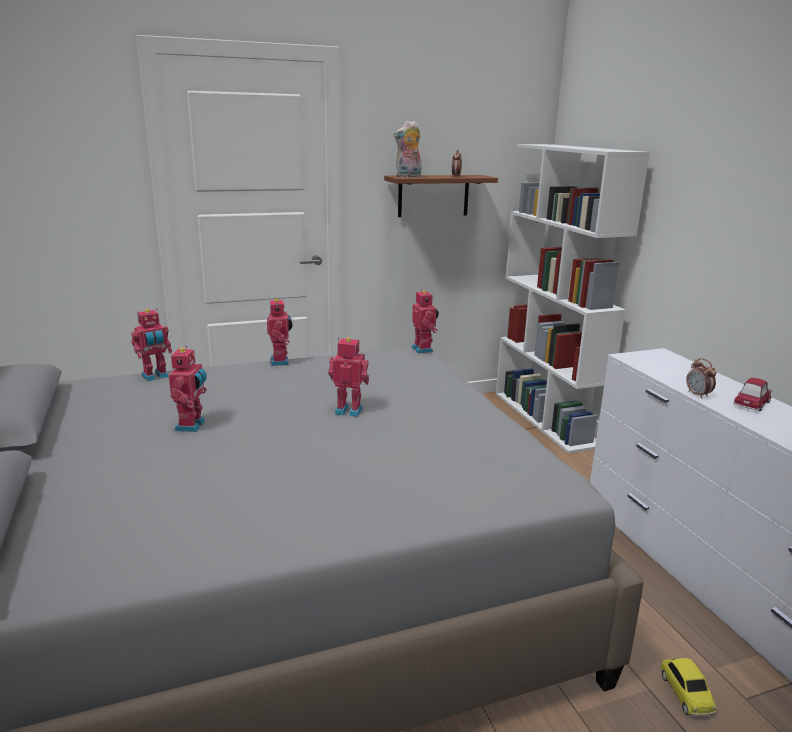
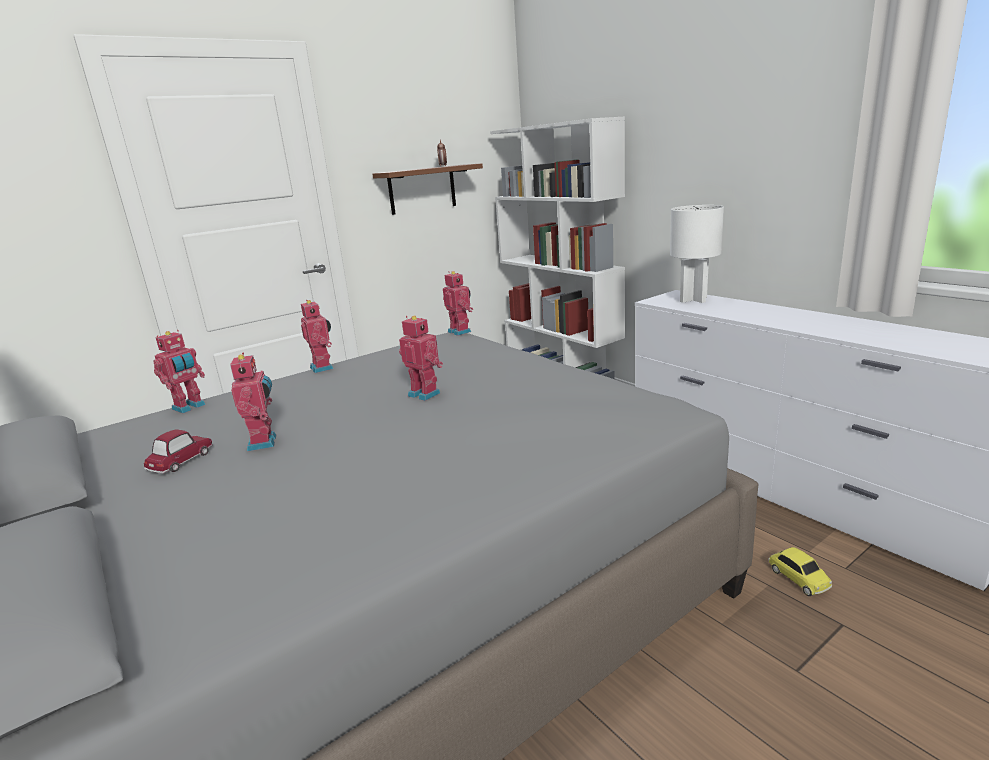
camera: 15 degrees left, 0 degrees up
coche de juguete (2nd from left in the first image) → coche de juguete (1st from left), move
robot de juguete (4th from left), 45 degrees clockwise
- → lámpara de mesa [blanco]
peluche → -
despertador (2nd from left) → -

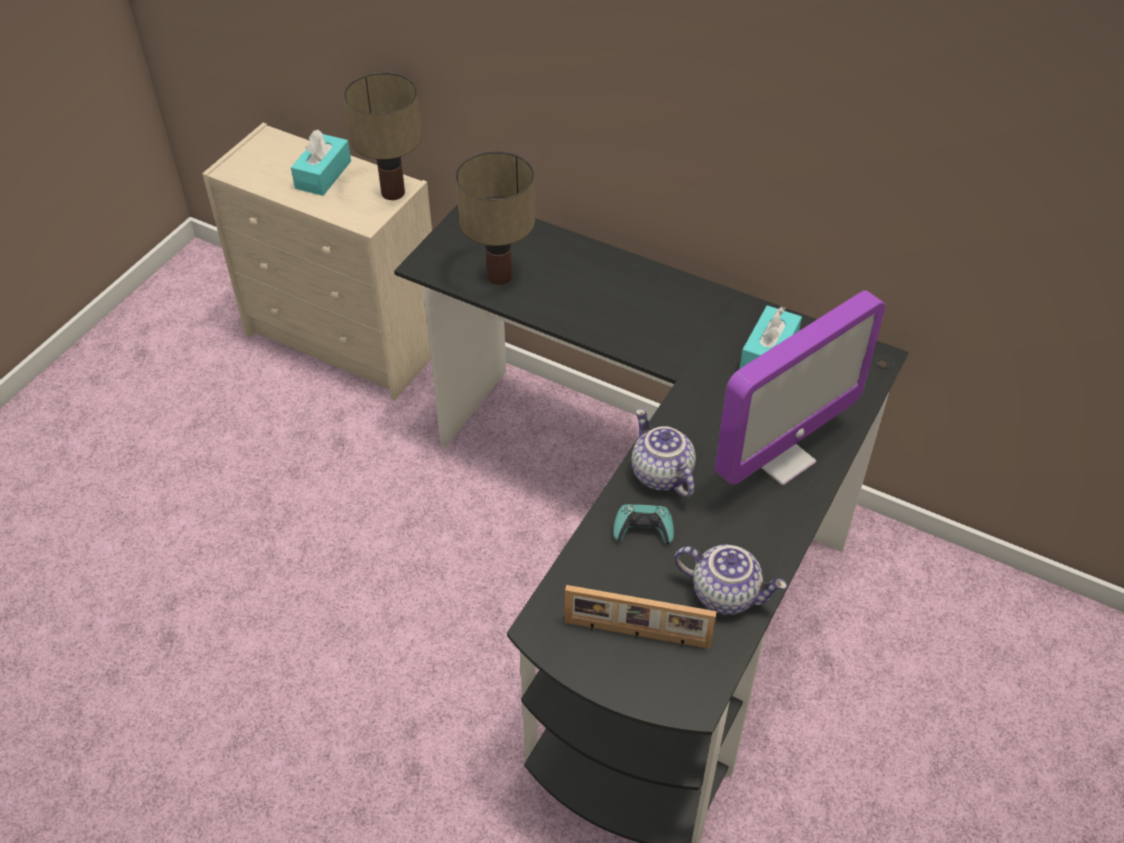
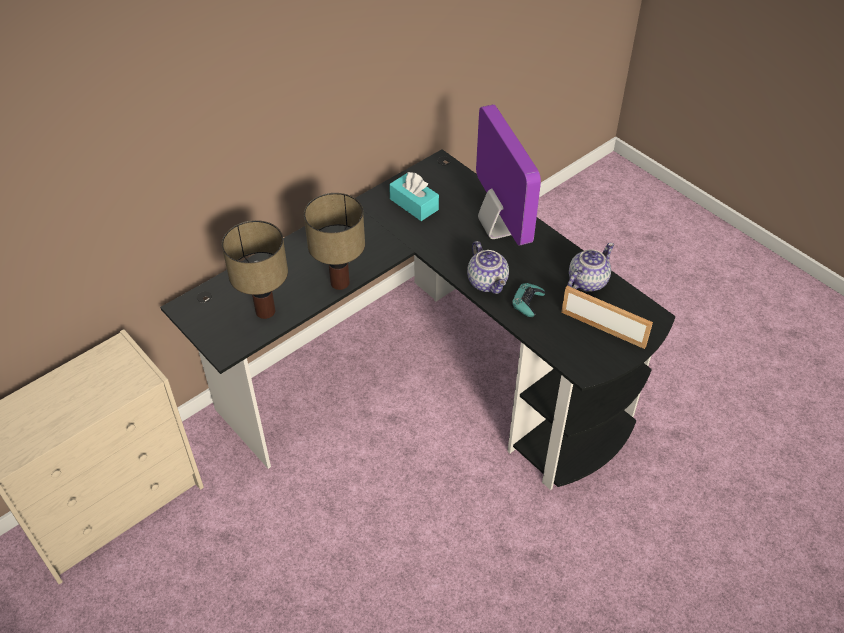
camera: 70 degrees left, 0 degrees up
lámpara de mesa (1st from left in the first image) → lámpara de mesa (2nd from left), move
tetera (1st from left), 105 degrees counterclockwise
portarretratos, 90 degrees counterclockwise
caja de pañuelos [turquesa] (1st from left) → -

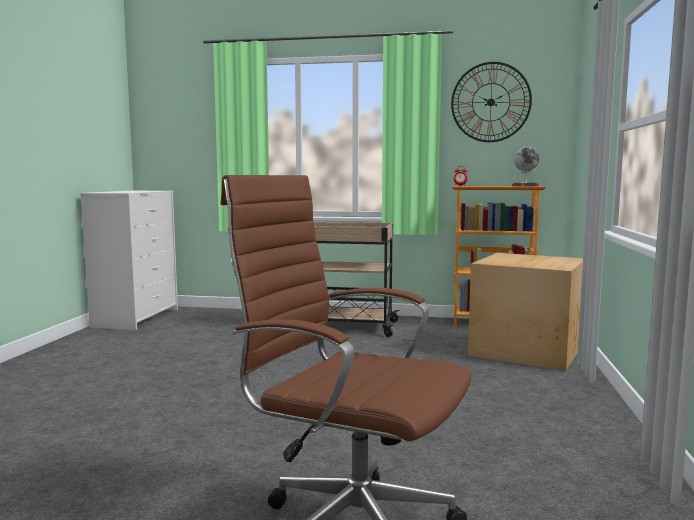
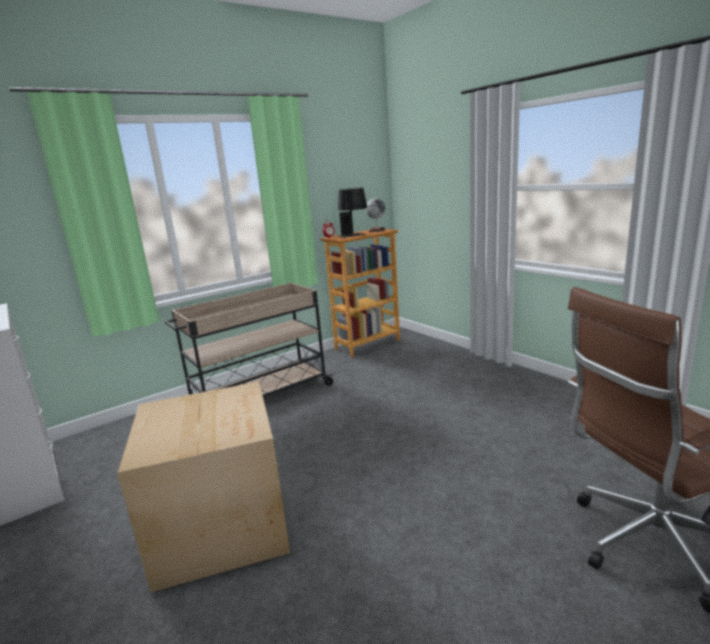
camera: 45 degrees left, 10 degrees up
caja de cartón, move
- → lámpara de mesa [negro]
reloj de pared → -

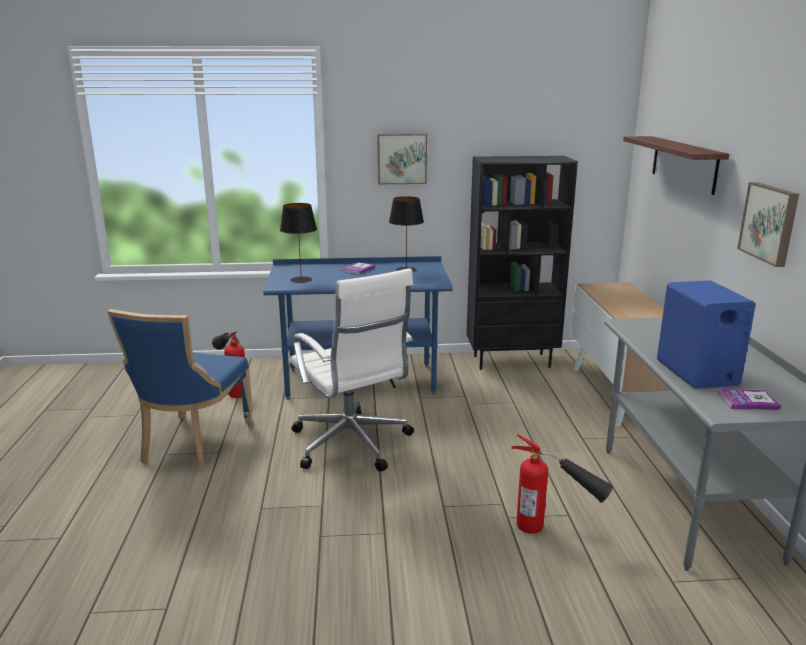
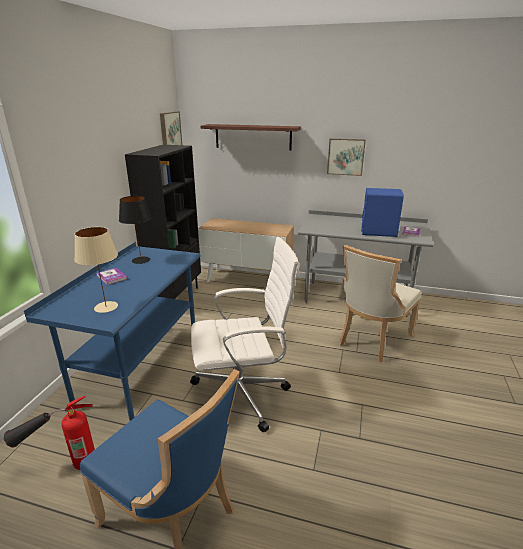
camera: 70 degrees left, 5 degrees up
lámpara de mesa [negro] (1st from left) → lámpara de mesa [beis]
cuadro (1st from left), move
extintor (2nd from left) → silla [beis]

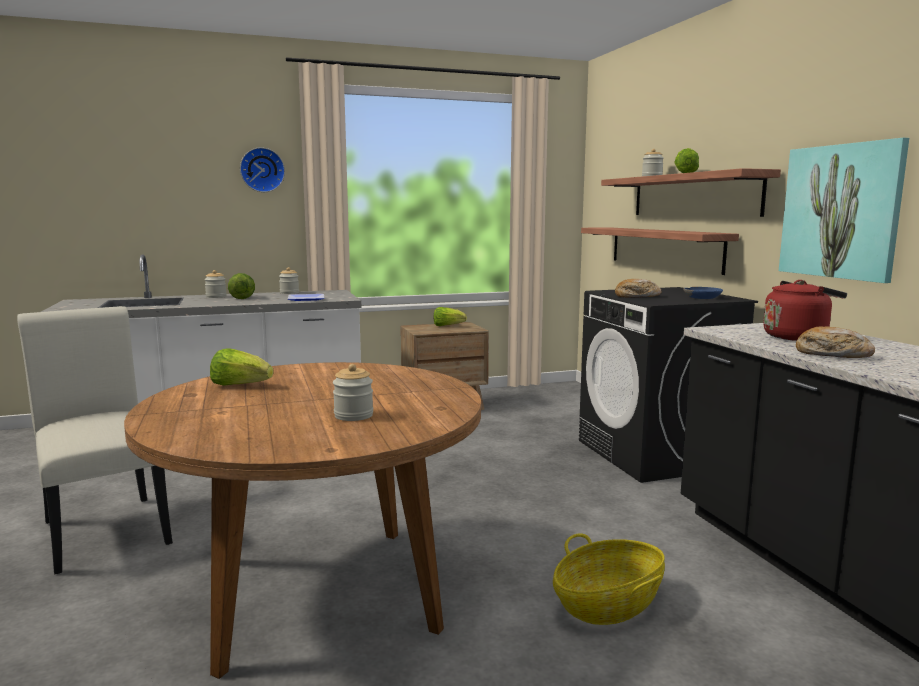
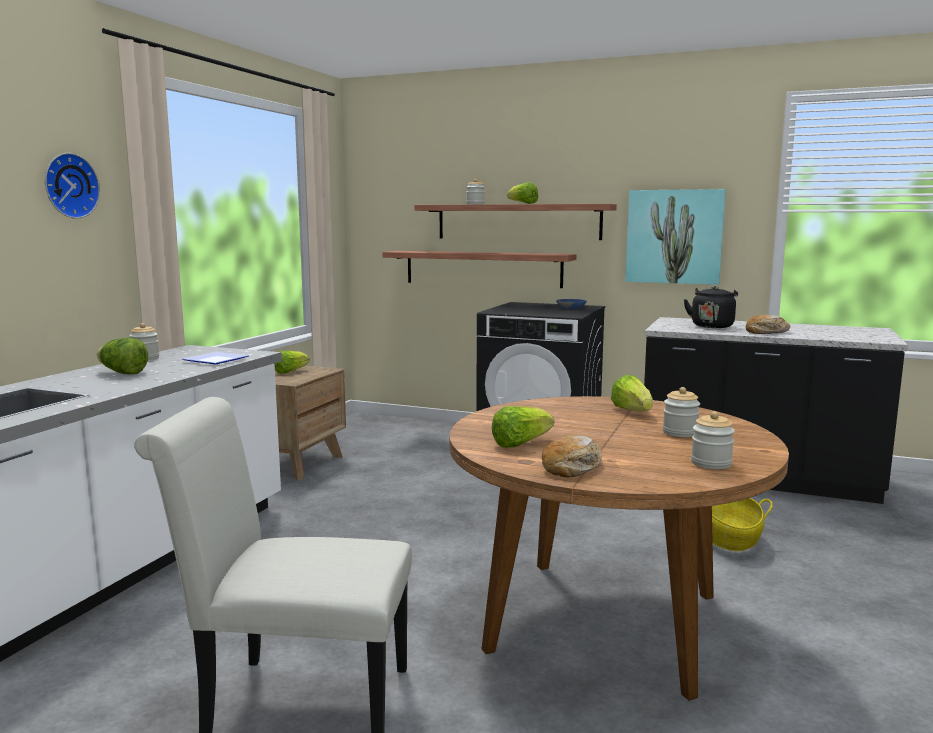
camera: 50 degrees left, 0 degrees up
pan (1st from left), move
- → lechuga (5th from left)
hervidor [rojo] → hervidor [negro]
tarro (1st from left in the first image) → tarro (4th from left), move

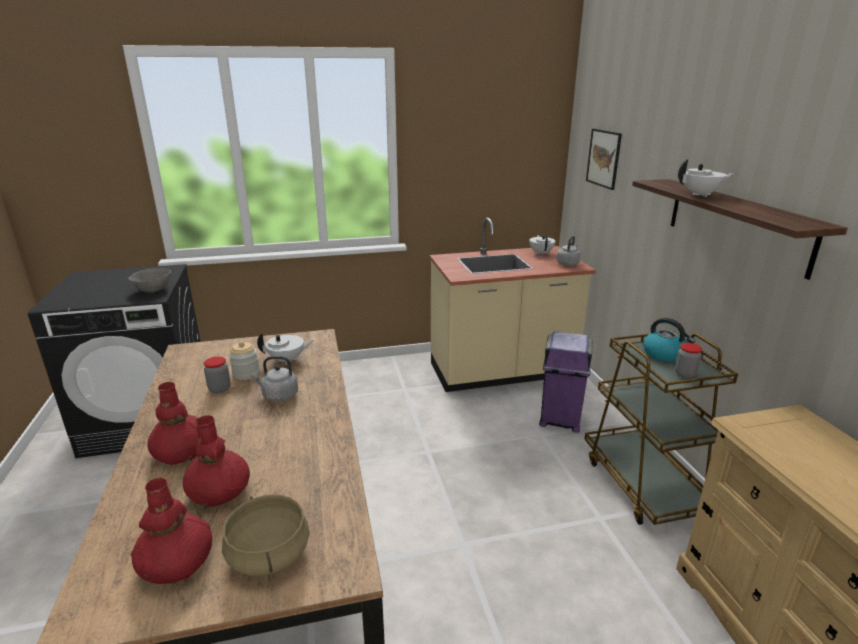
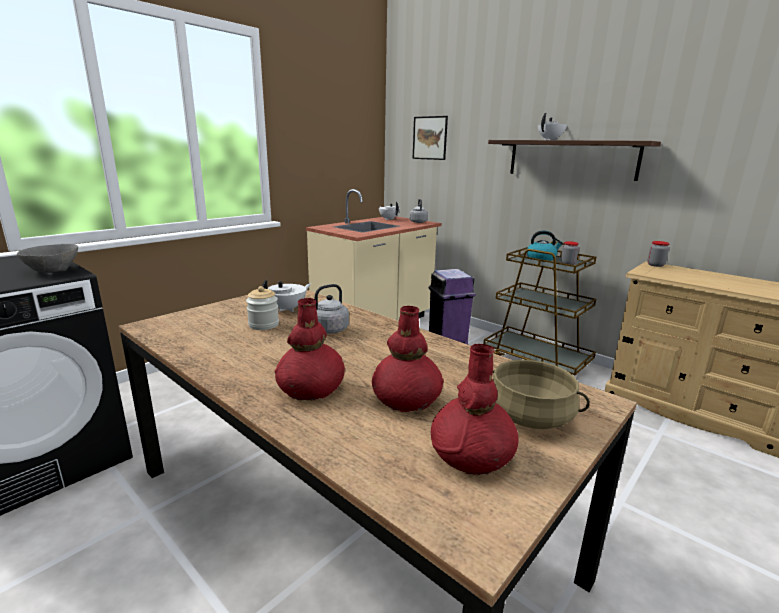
camera: 35 degrees left, 5 degrees down
tarro (1st from left in the first image) → tarro (3rd from left), move

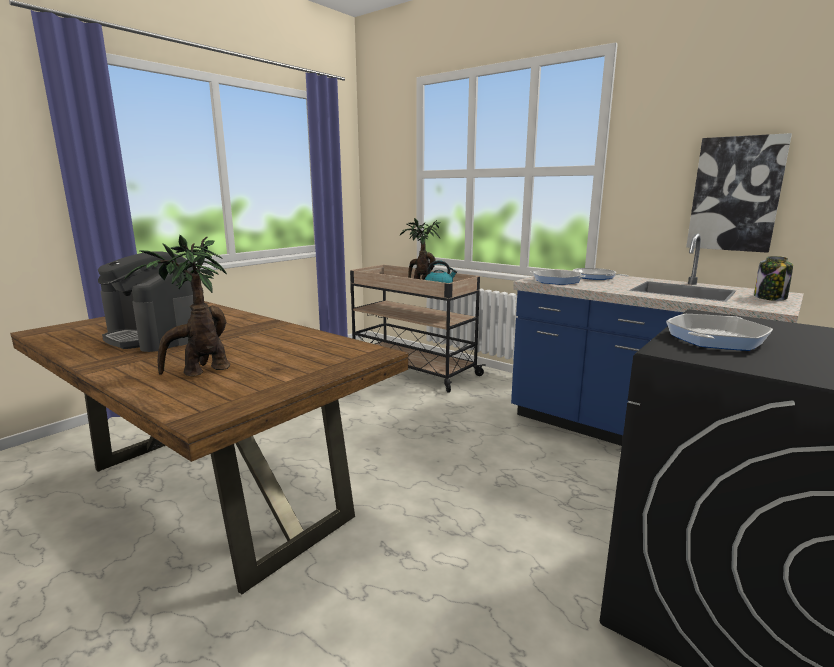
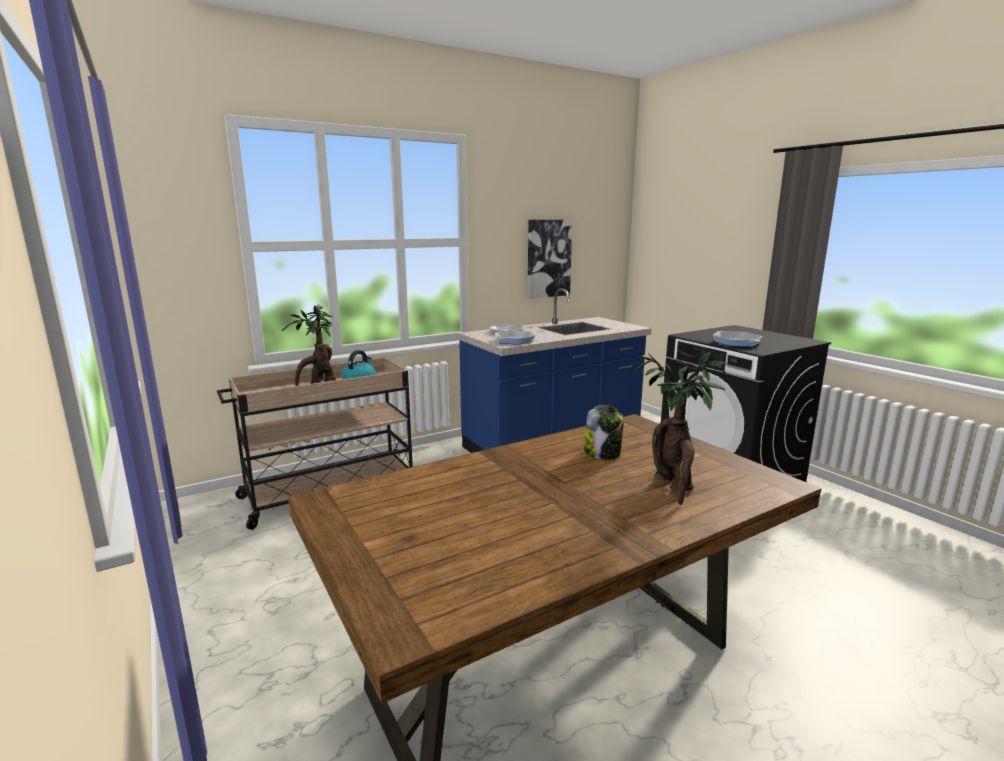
camera: 70 degrees left, 0 degrees up
tarro, move
cafetera → -

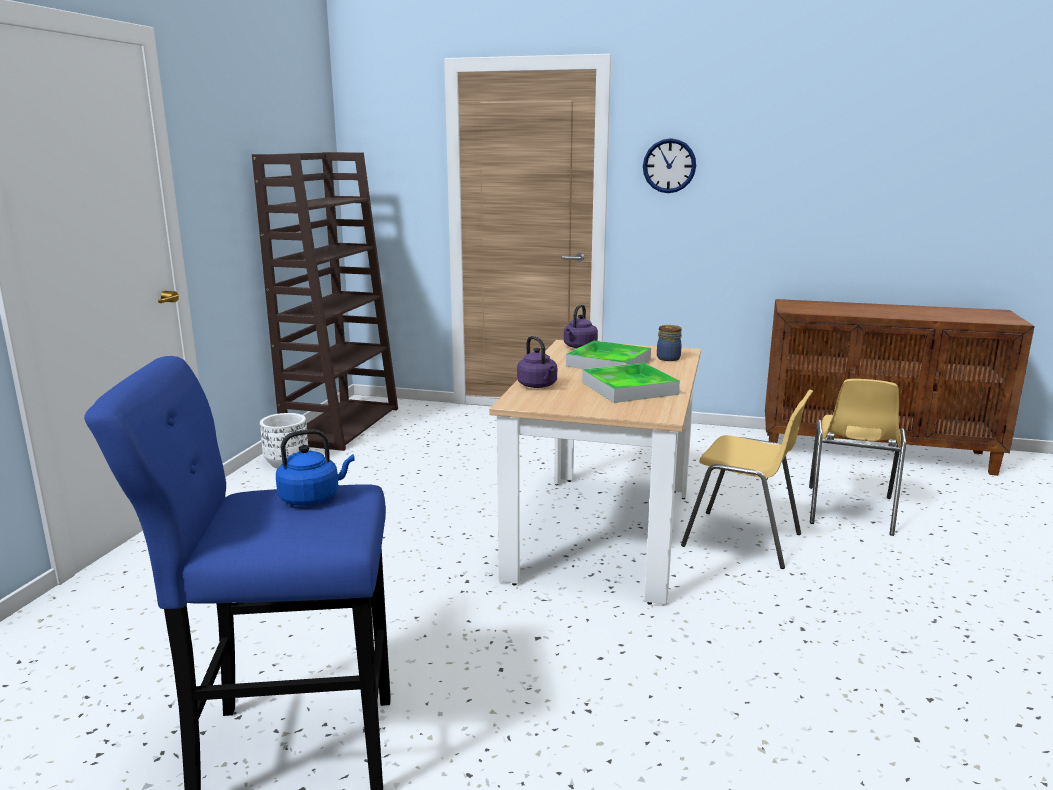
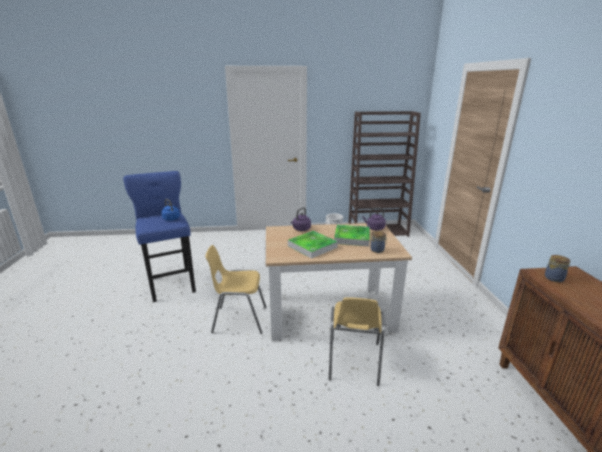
camera: 70 degrees right, 5 degrees up
silla [amarillo] (2nd from left in the first image) → silla [amarillo] (1st from left), move
- → tarro (2nd from left)
reloj de pared → -

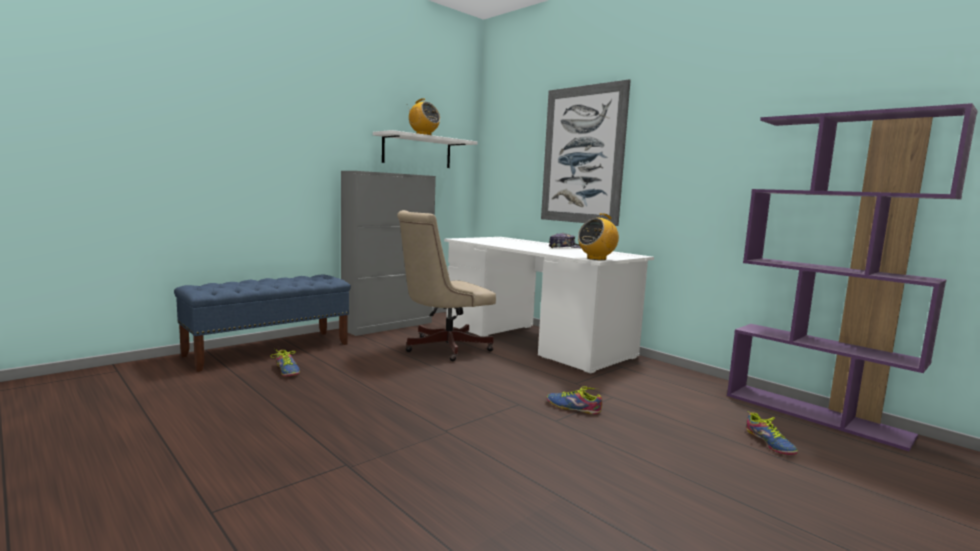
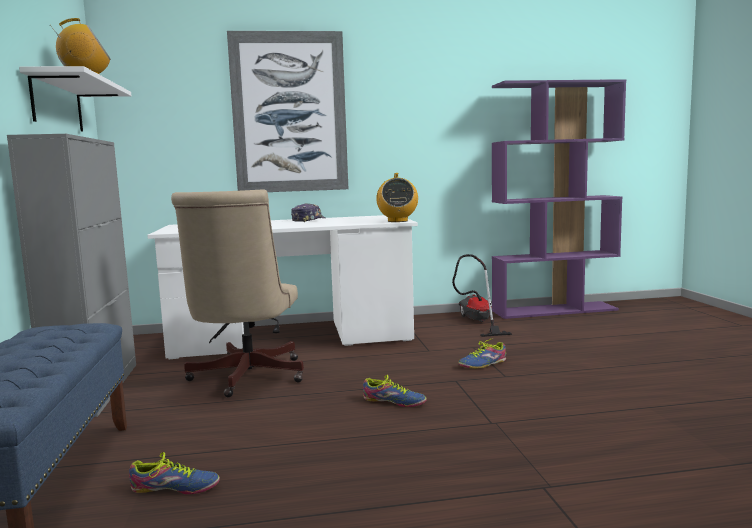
camera: 55 degrees left, 0 degrees up
zapato (3rd from left in the first image) → zapato (2nd from left), move
- → aspiradora

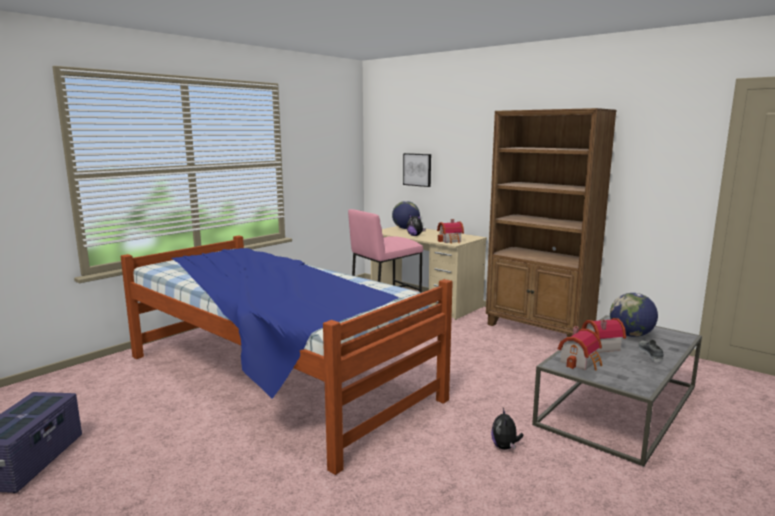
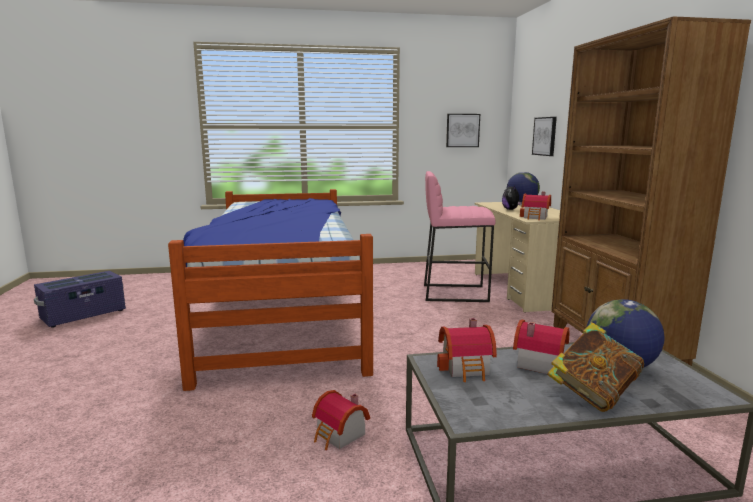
camera: 40 degrees right, 0 degrees up
peluche (2nd from left) → casita (1st from left)
- → cuadro (1st from left)
zapato [gris] → libro

